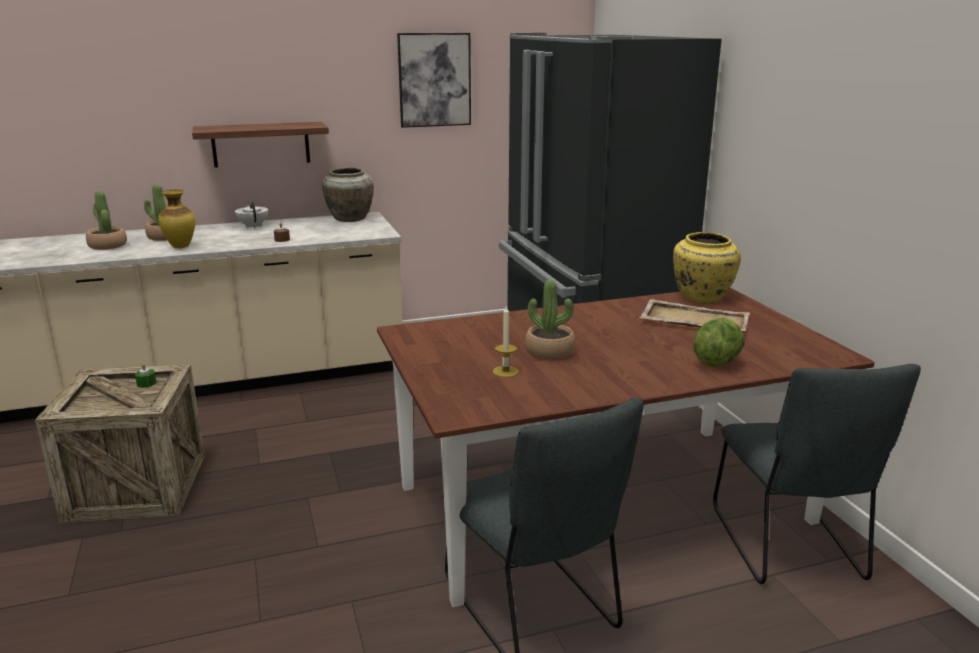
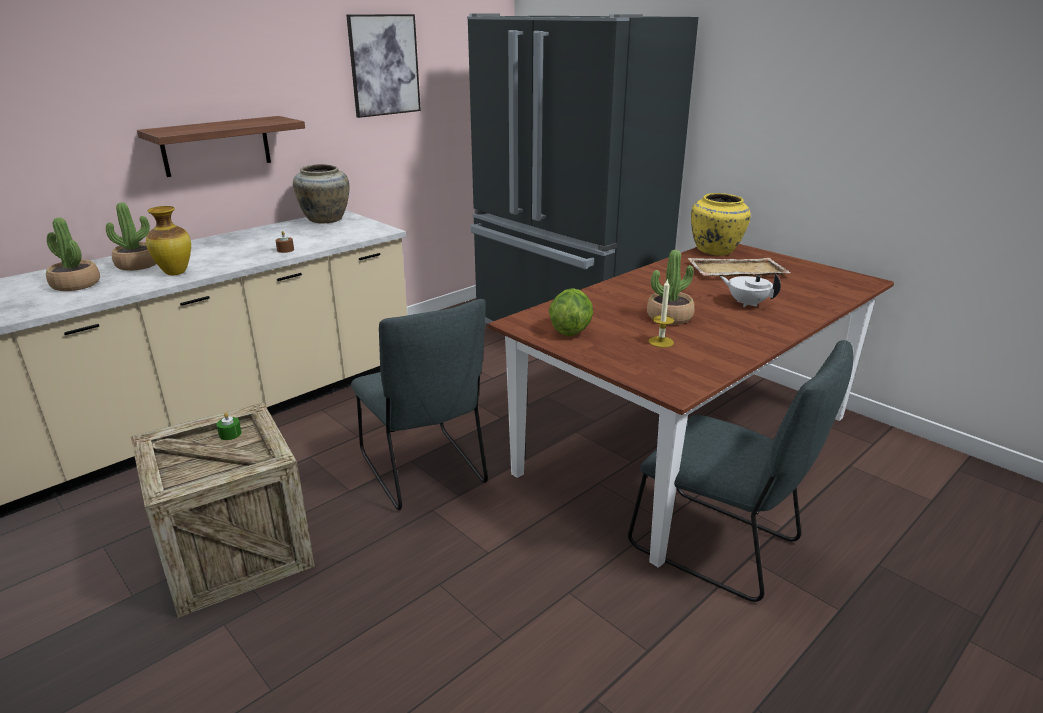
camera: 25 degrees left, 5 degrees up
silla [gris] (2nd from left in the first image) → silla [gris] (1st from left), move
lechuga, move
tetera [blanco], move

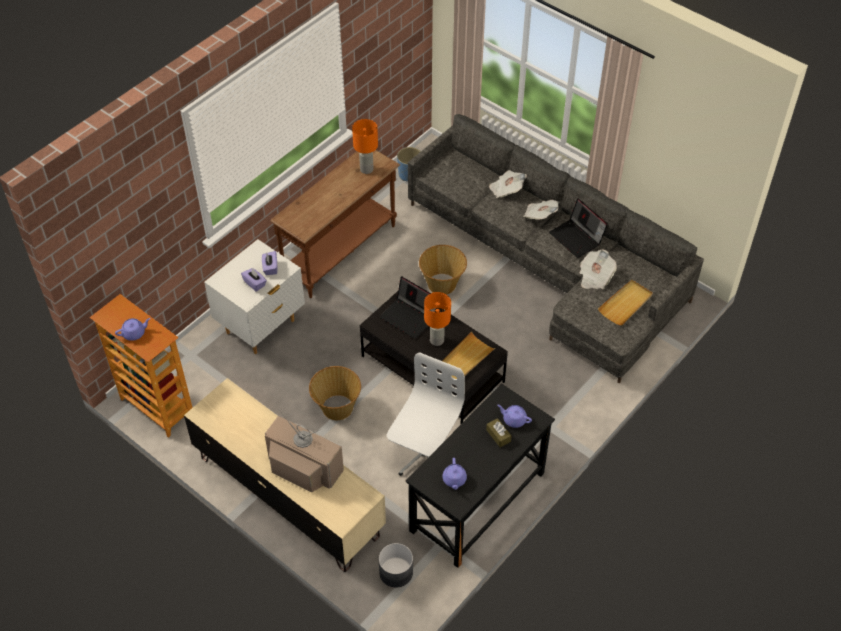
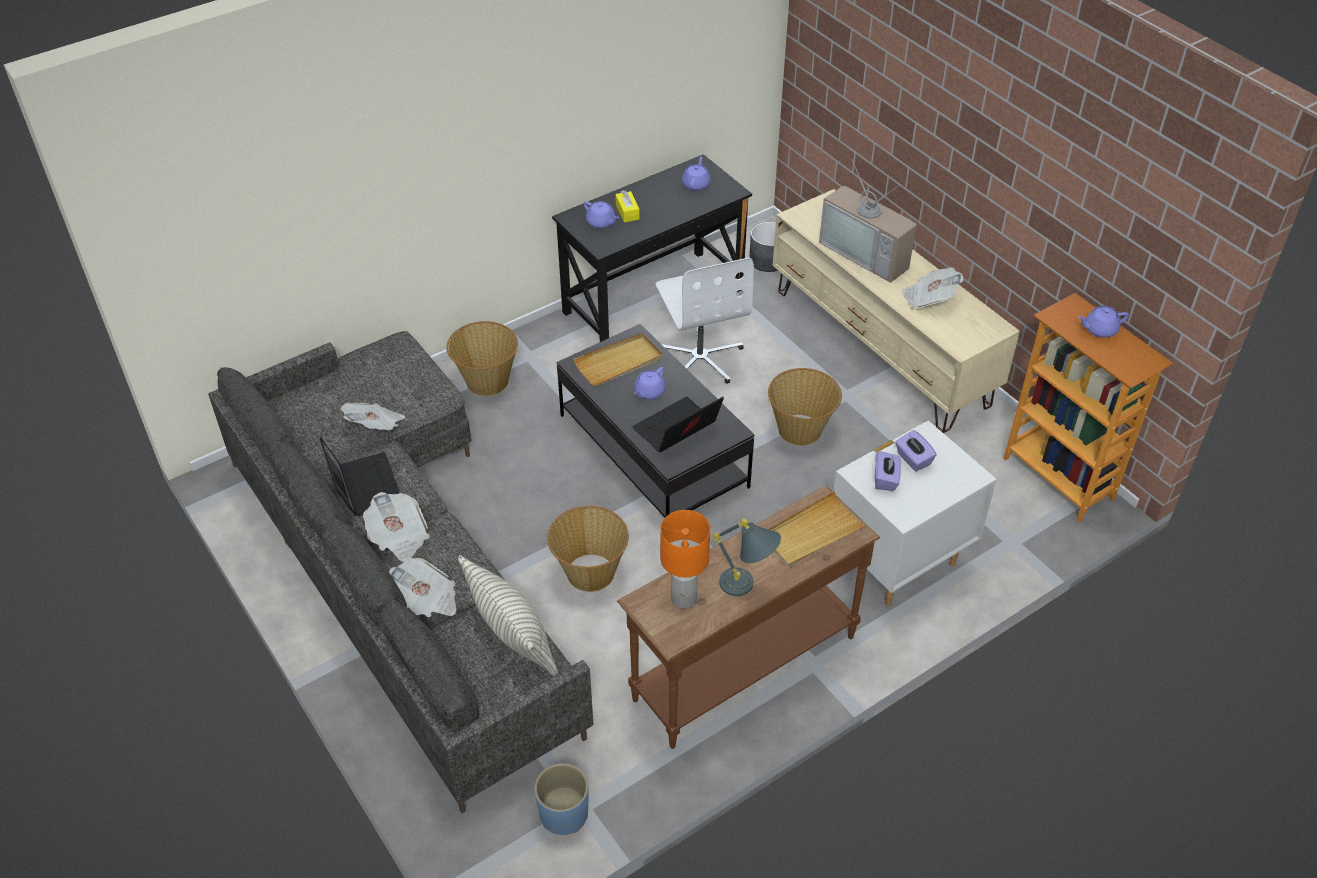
camera: 165 degrees left, 5 degrees down
- → cesta (1st from left)
- → cojín
caja de pañuelos [marrón] → caja de pañuelos [amarillo]
portátil (1st from left in the first image) → portátil (2nd from left), 90 degrees counterclockwise
lámpara de mesa [naranja] (2nd from left) → tetera [morado] (2nd from left)
silla de oficina [blanco], 60 degrees counterclockwise
- → lámpara de mesa [gris]
bandeja [beis] (2nd from left), move
- → periódico (4th from left)

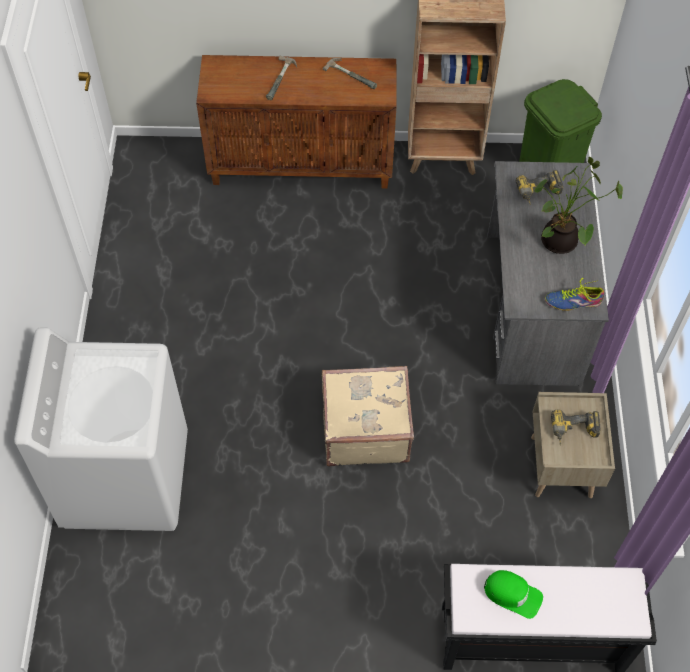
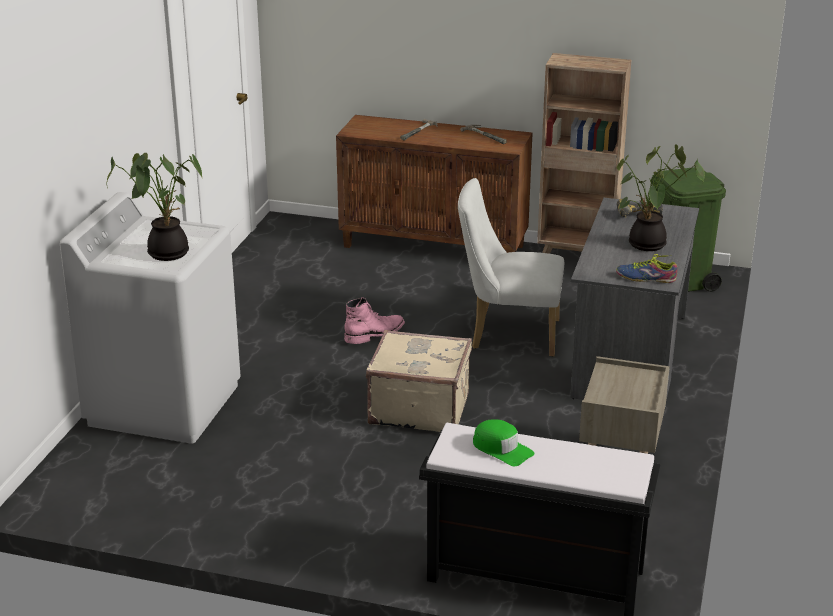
camera: 15 degrees right, 30 degrees down
- → planta en maceta (1st from left)
- → bota [rosa]
- → silla [blanco]
taladro (2nd from left) → -

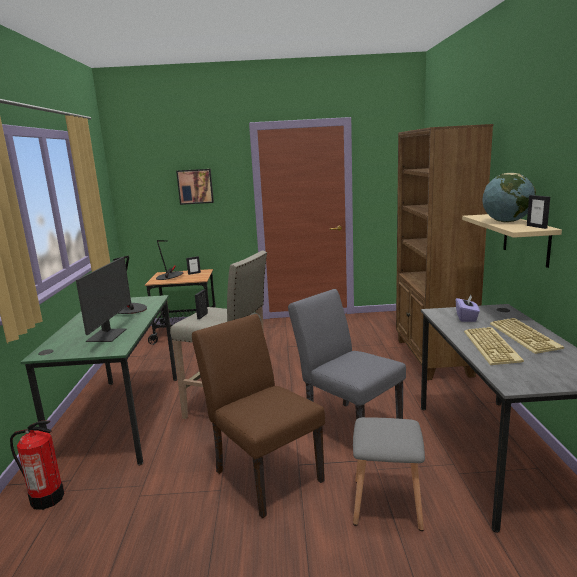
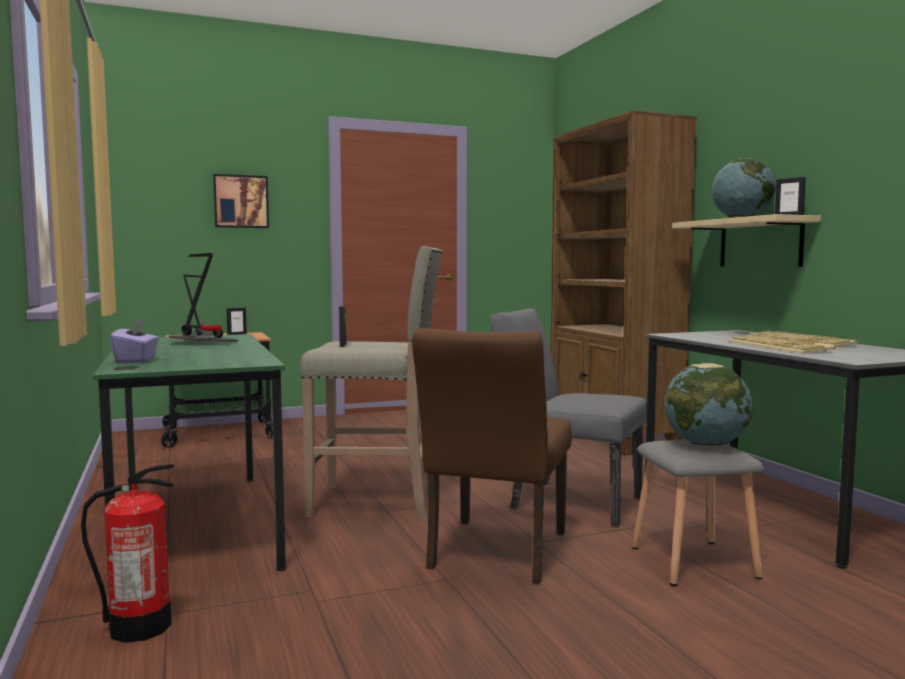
camera: 20 degrees left, 10 degrees down
caja de pañuelos [morado], move
silla [marrón], 105 degrees counterclockwise
- → globo terráqueo (1st from left)
monitor → -

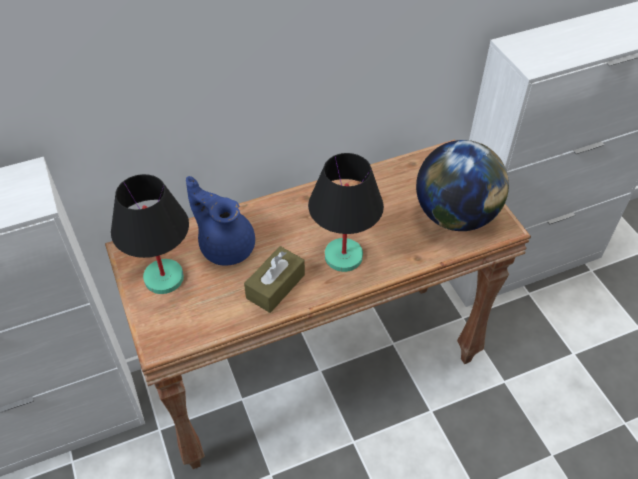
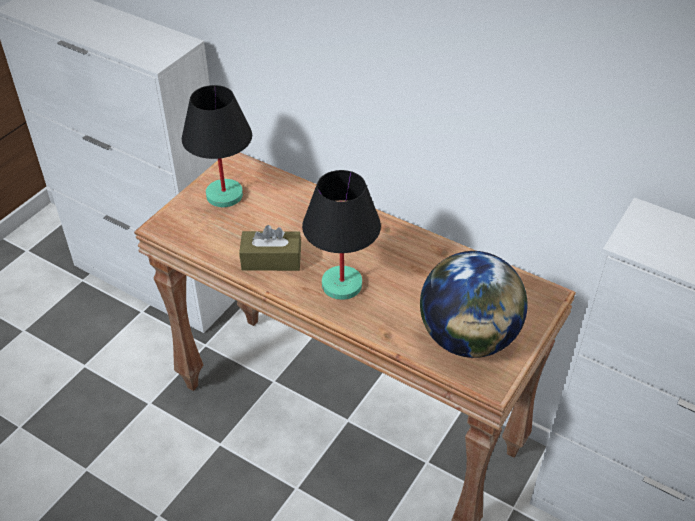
camera: 55 degrees right, 5 degrees down
tetera [azul] → -

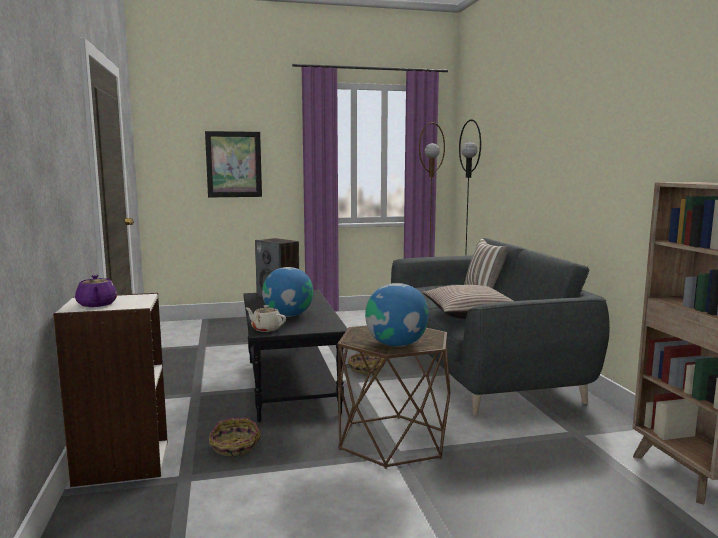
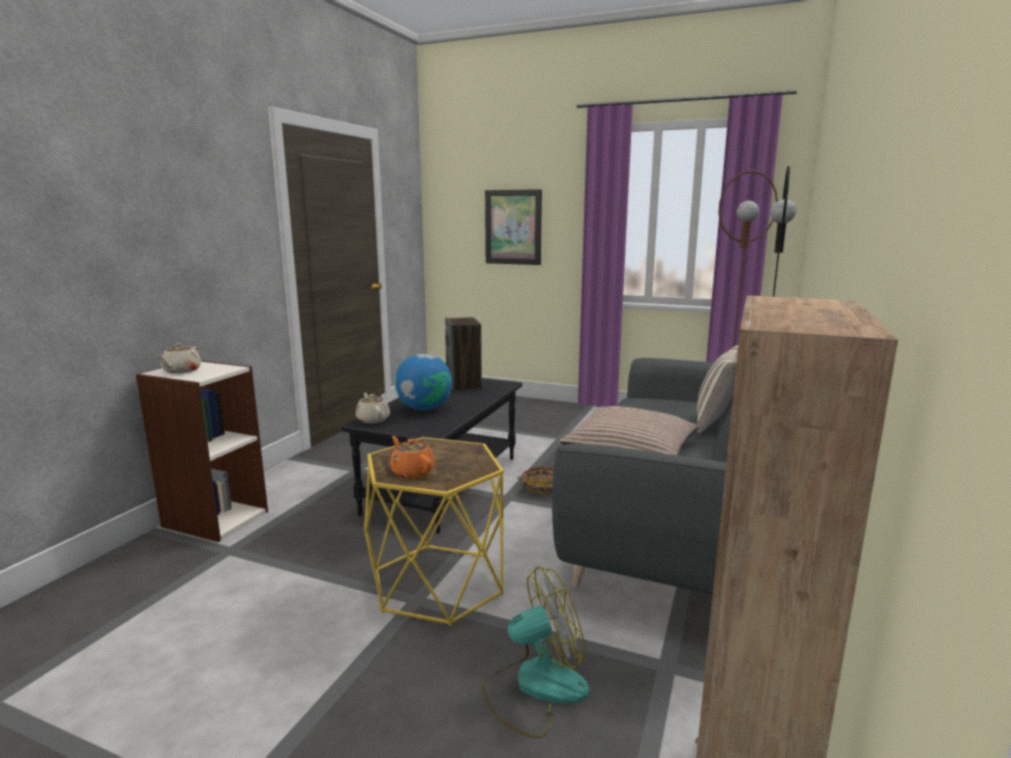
camera: 35 degrees right, 5 degrees up
tetera [morado] → tetera [beis] (1st from left)
mesa auxiliar [marrón] → mesa auxiliar [amarillo]
globo terráqueo (2nd from left) → tetera [naranja]
- → ventilador
cesta (1st from left) → -

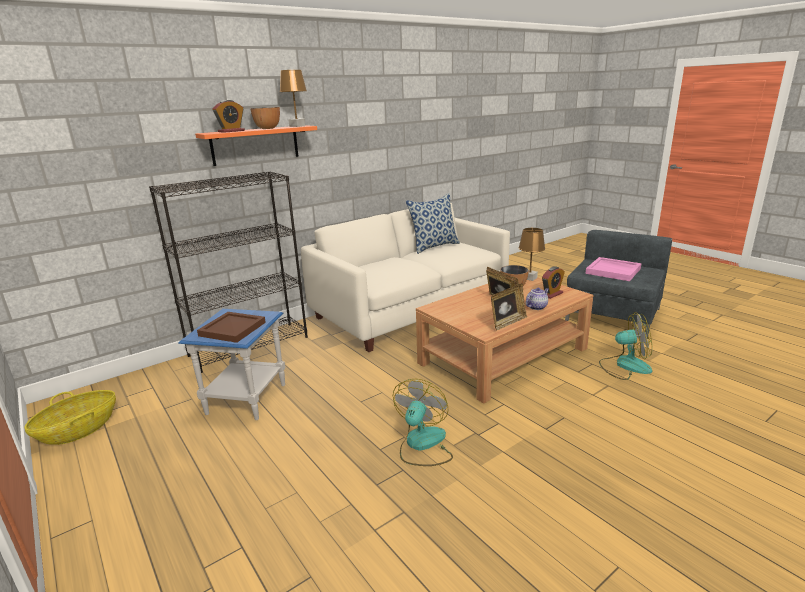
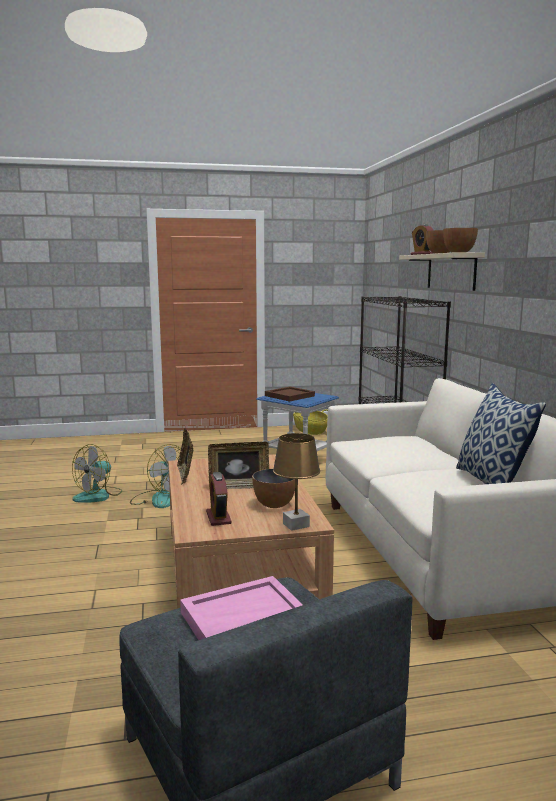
camera: 115 degrees right, 10 degrees down
ventilador (2nd from left in the first image) → ventilador (1st from left), move
estante [naranja] → estante [beis]
lámpara de mesa [marrón] (1st from left) → cuenco (3rd from left)
tetera → -

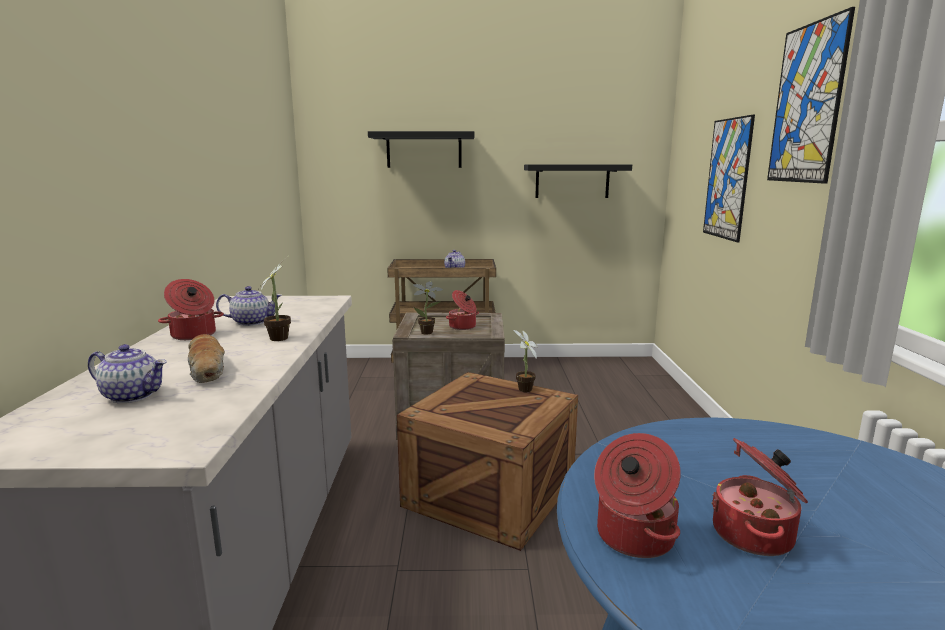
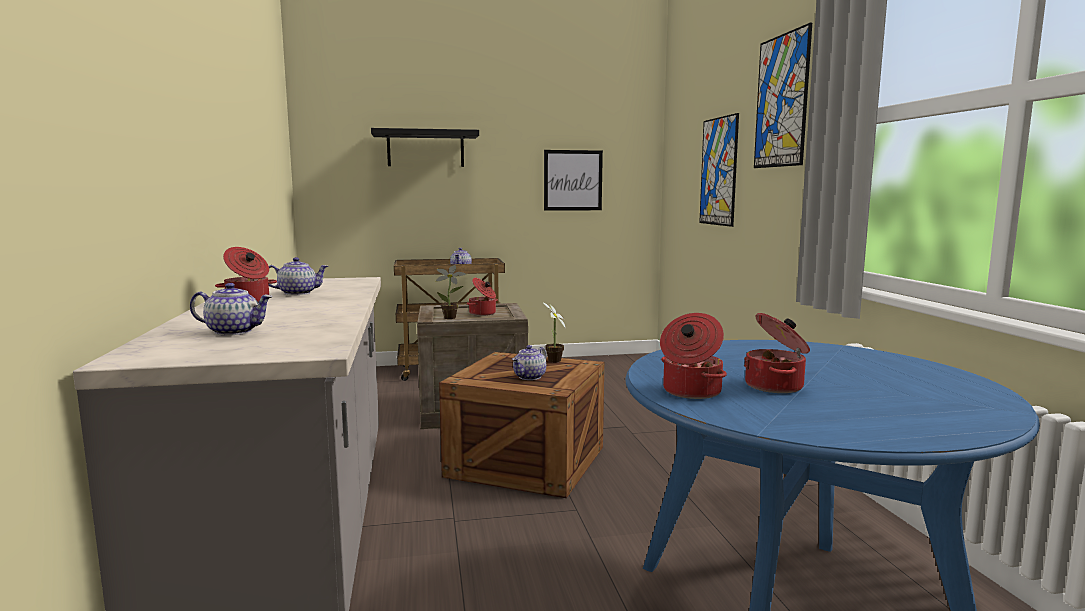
camera: 10 degrees left, 5 degrees down
- → tetera (4th from left)
estante [negro] (2nd from left) → cuadro (1st from left)
pan → -
planta en maceta (1st from left) → -

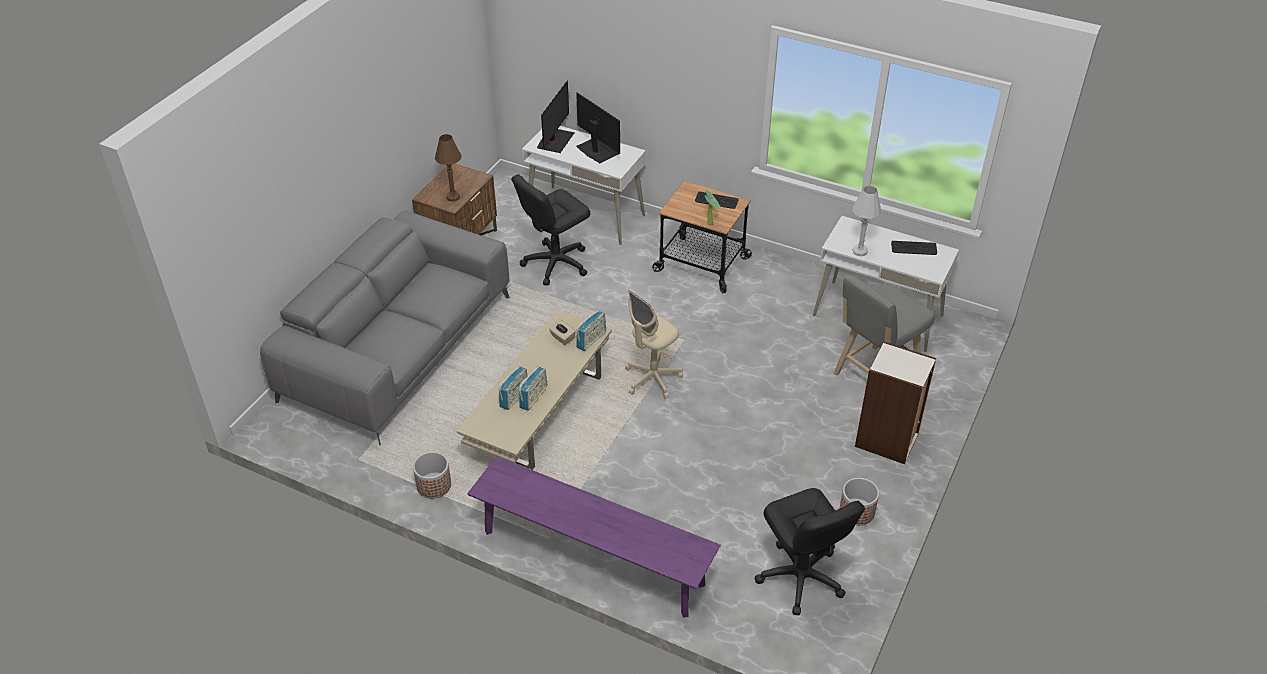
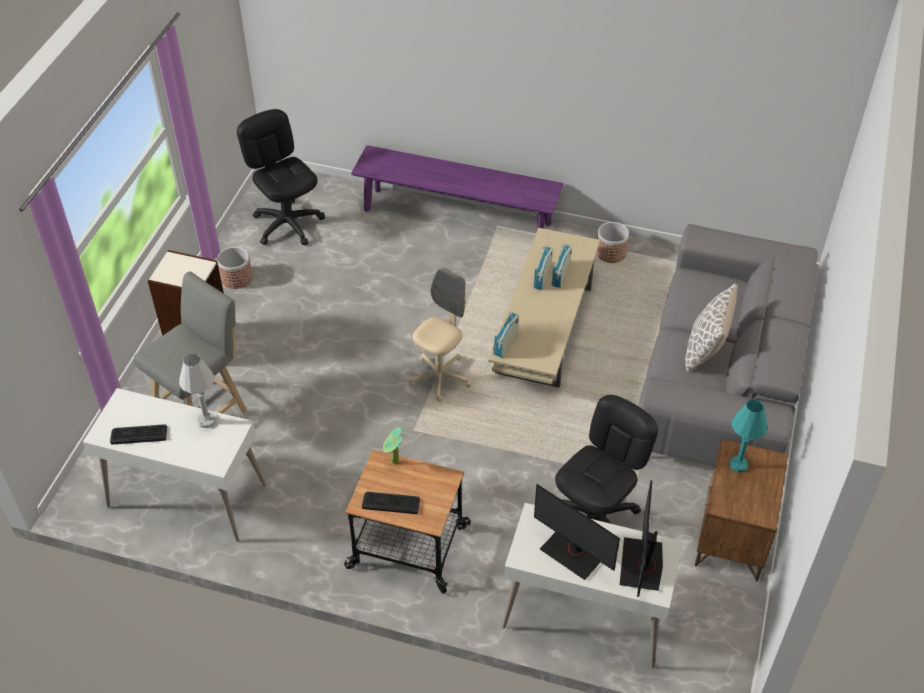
camera: 170 degrees right, 5 degrees up
- → cojín
lámpara de mesa [marrón] → lámpara de mesa [turquesa]
caja de pañuelos [beis] → -

